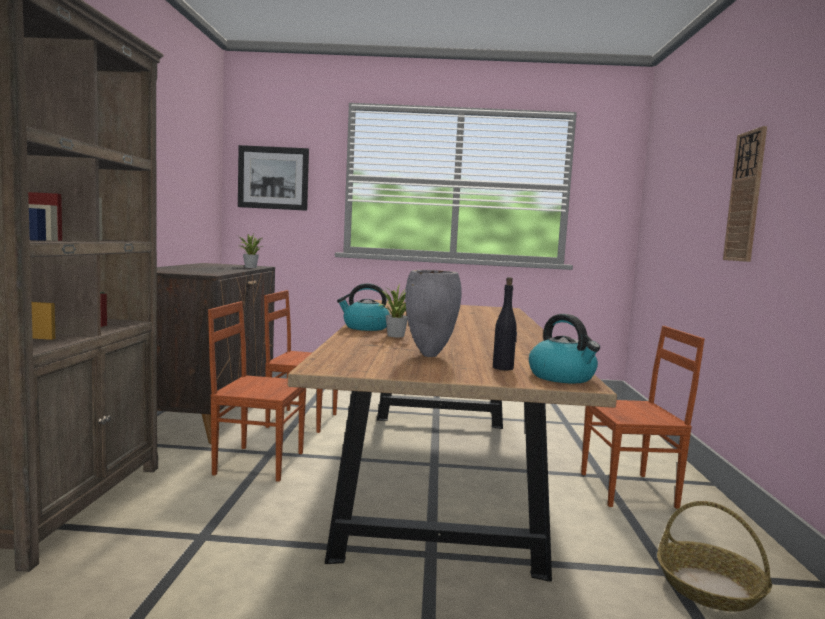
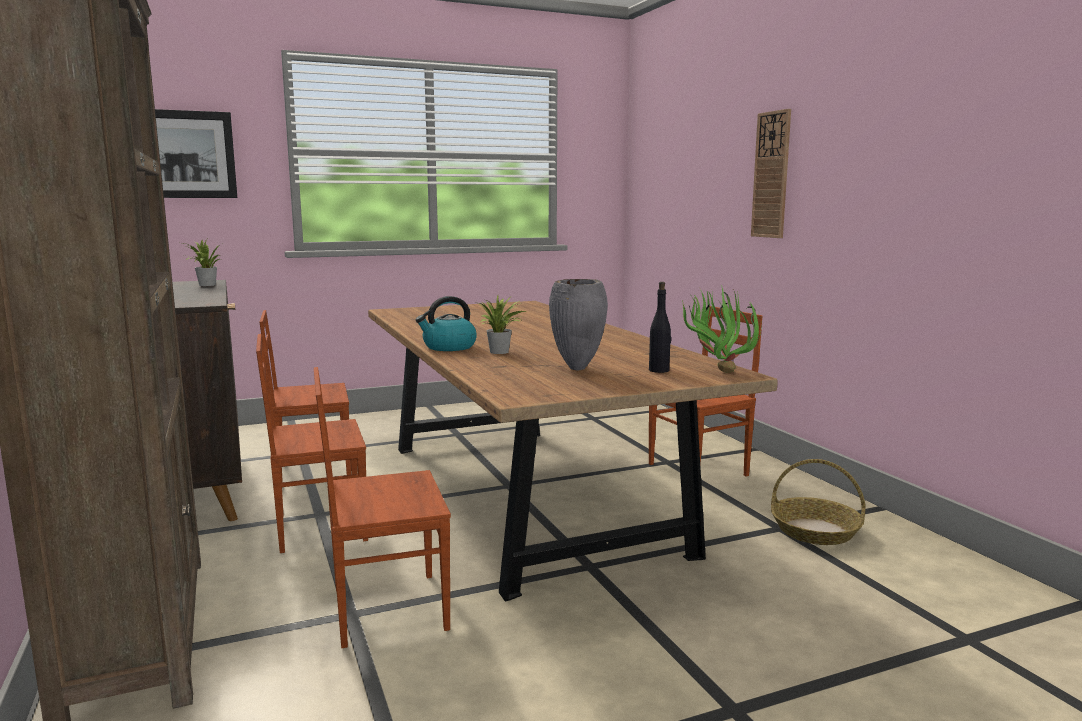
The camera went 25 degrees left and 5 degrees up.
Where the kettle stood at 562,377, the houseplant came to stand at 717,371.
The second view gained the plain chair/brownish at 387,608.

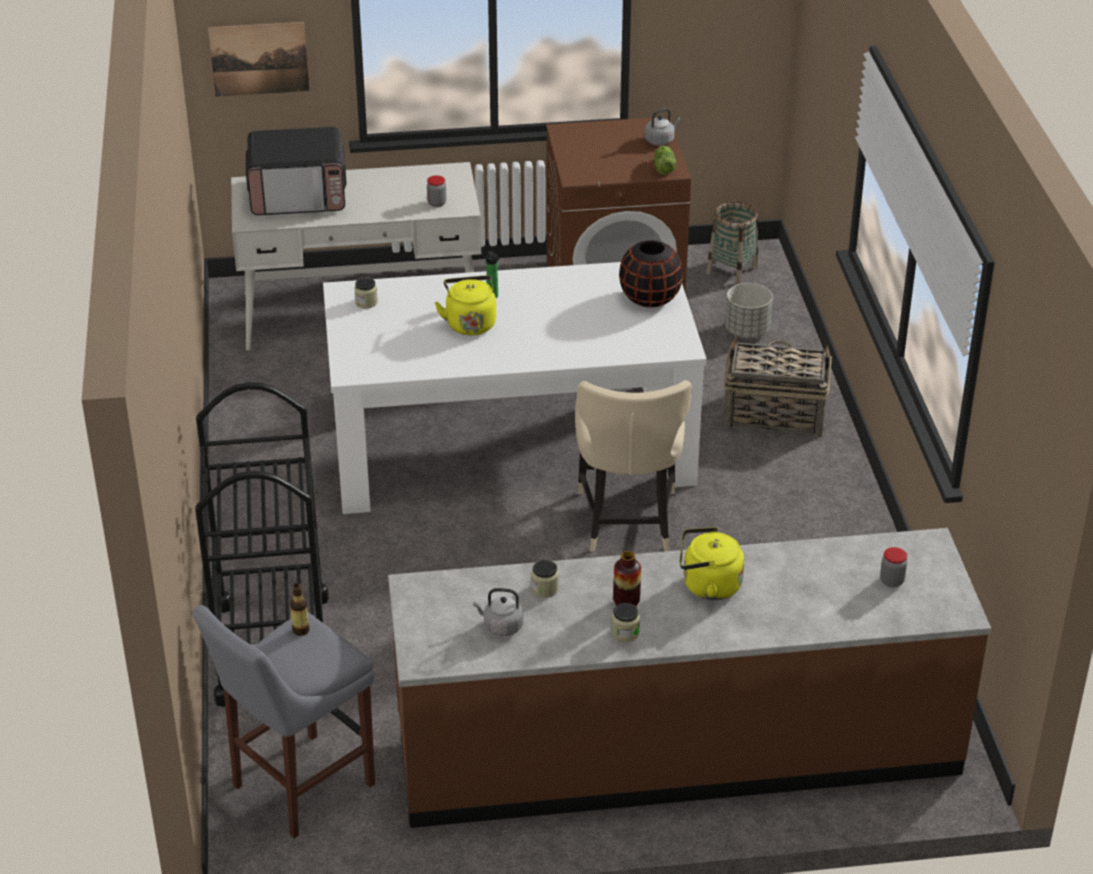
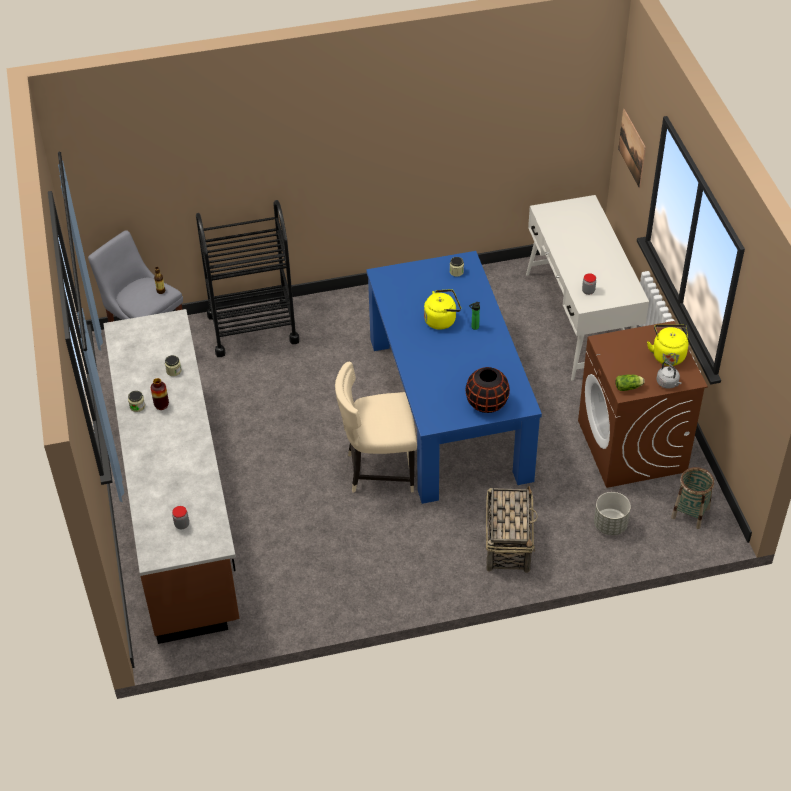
The camera went 85 degrees right and 10 degrees up.
The second view lost the microwave at 299,196.
What was the dining table/white at 511,446 turned into the dining table/blue-coloured at 448,407.
The kettle/yellow ended up elsewhere, having gone from 707,586 to 668,354.
The second view lost the kettle/greyish at 501,626.

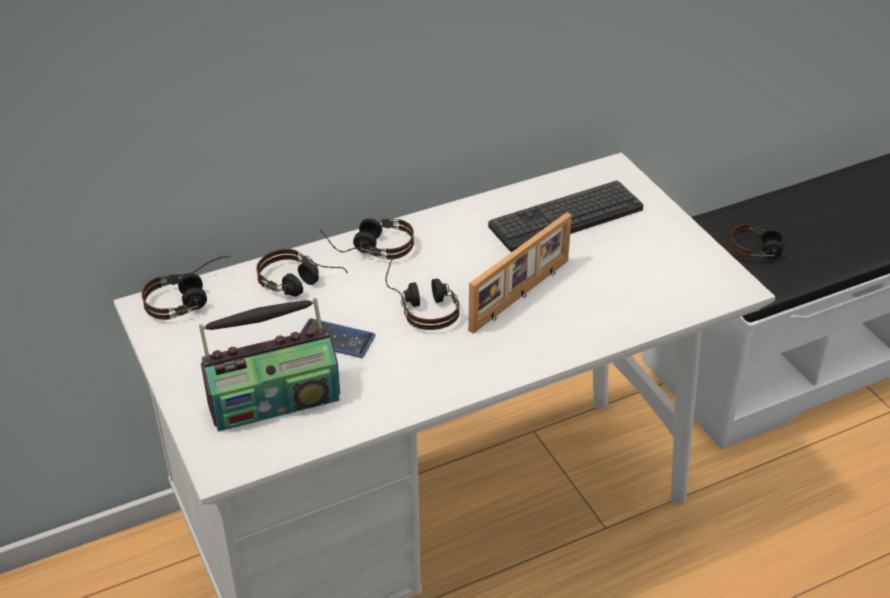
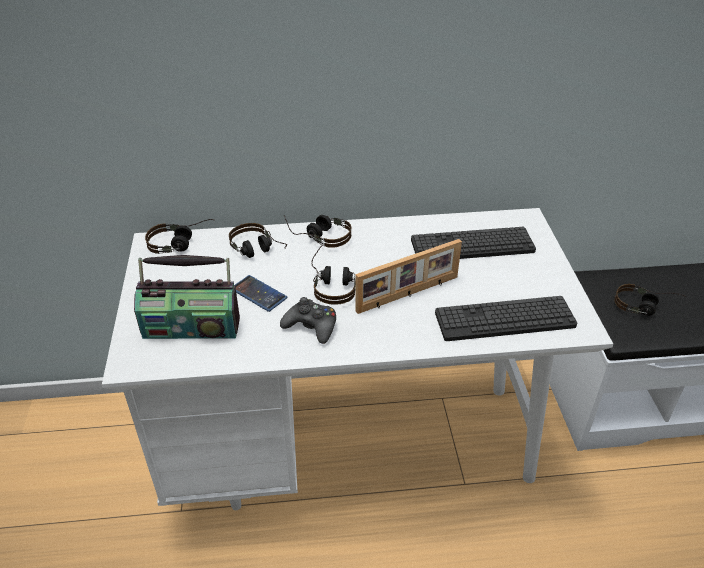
The camera went 20 degrees right and 0 degrees up.
The second view gained the keyboard at 504,319.
The second view gained the game controller/blackish at 311,326.

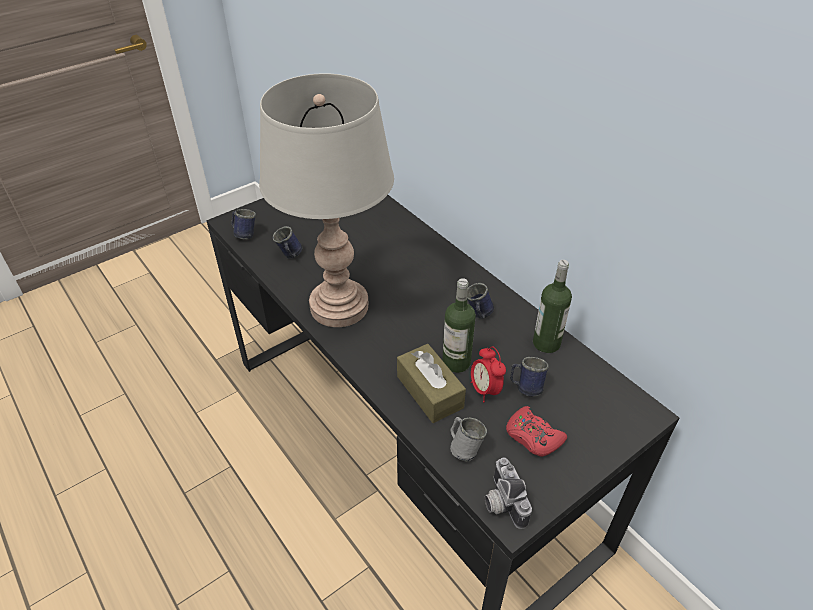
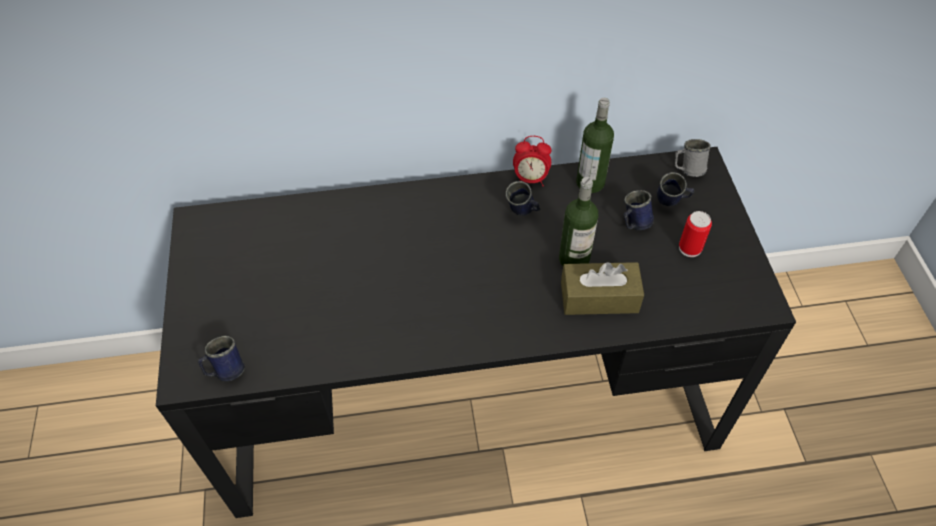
The camera went 60 degrees left and 10 degrees up.
The second view lost the tabletop lamp/greyish at 339,307.
The coffee mug/blue-coloured ended up elsewhere, having gone from 290,256 to 672,203.
The table clock ended up elsewhere, having gone from 485,390 to 530,179.
Where the game controller/red-coloured stood at 533,436, the metal can came to stand at 690,248.
The coffee mug/greyish ended up elsewhere, having gone from 464,447 to 687,170.
The second view lost the photo camera at 501,502.

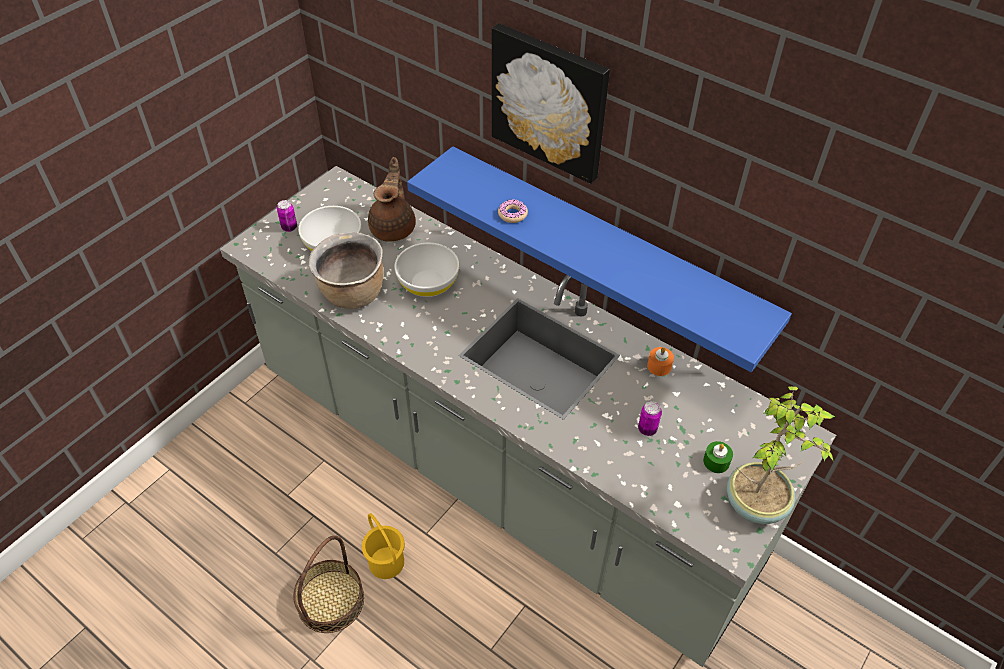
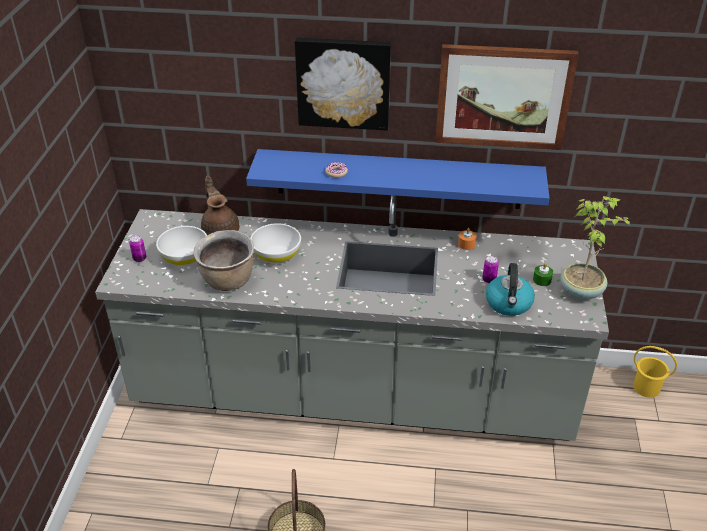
The camera went 30 degrees left and 10 degrees down.
The bucket/yellow ended up elsewhere, having gone from 387,562 to 646,387.
The second view gained the wall picture at 503,96.
The second view gained the kettle at 509,304.

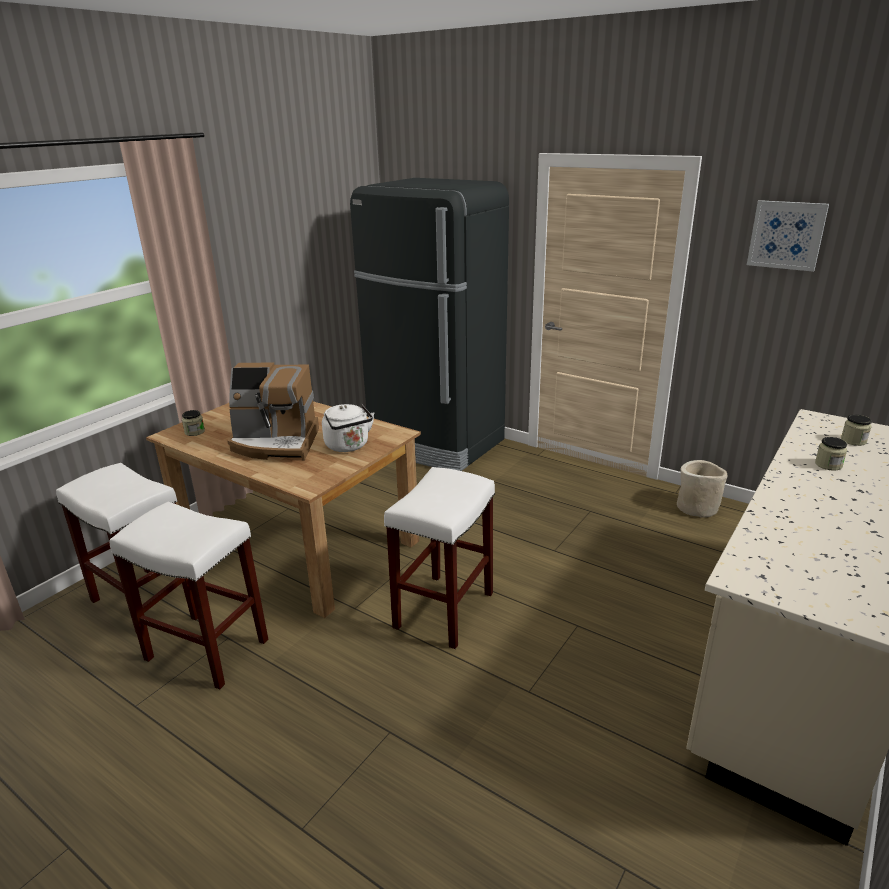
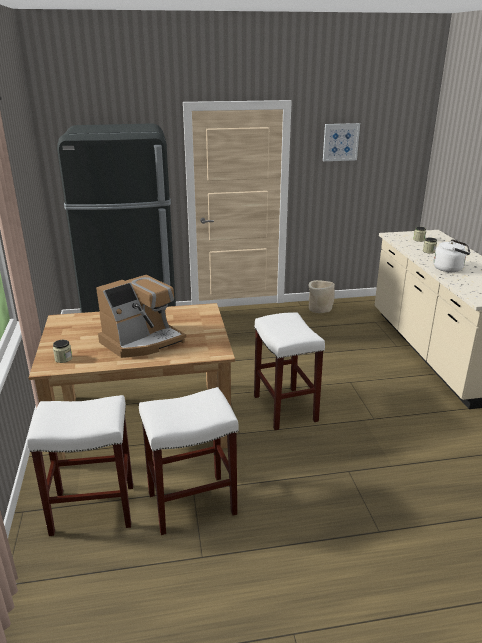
The camera went 45 degrees left and 0 degrees up.
The kettle/white ended up elsewhere, having gone from 348,446 to 450,269.

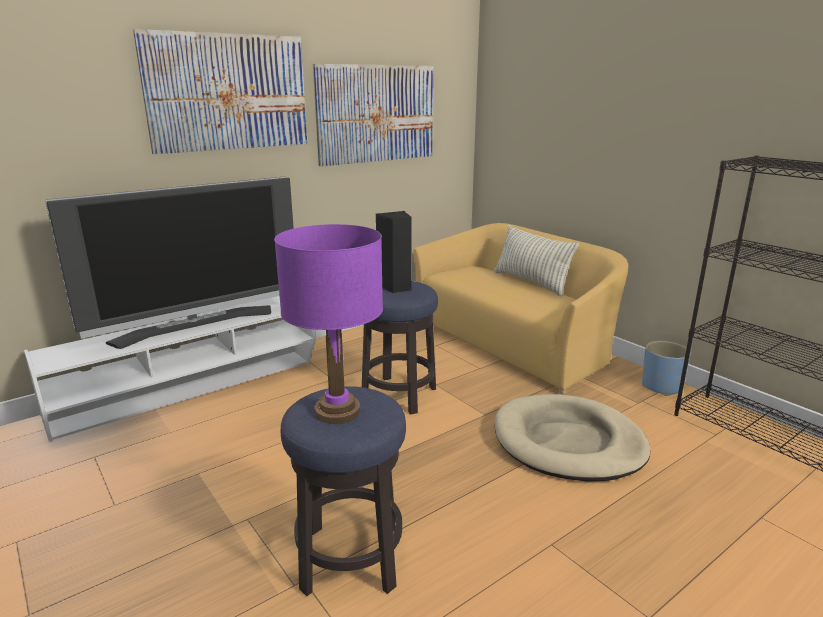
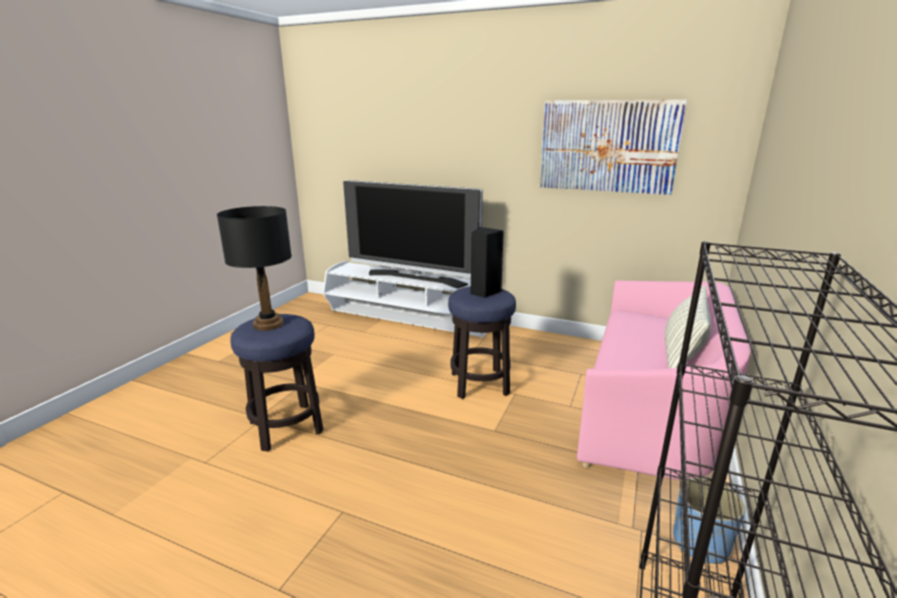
The camera went 60 degrees right and 0 degrees up.
The second view lost the wall picture at 228,92.
What was the sofa/yellow at 513,342 turned into the sofa/pink-coloured at 649,410.
What was the tabletop lamp/purple at 337,411 turned into the tabletop lamp/blackish at 268,324.
The second view lost the dog bed/beige at 568,442.

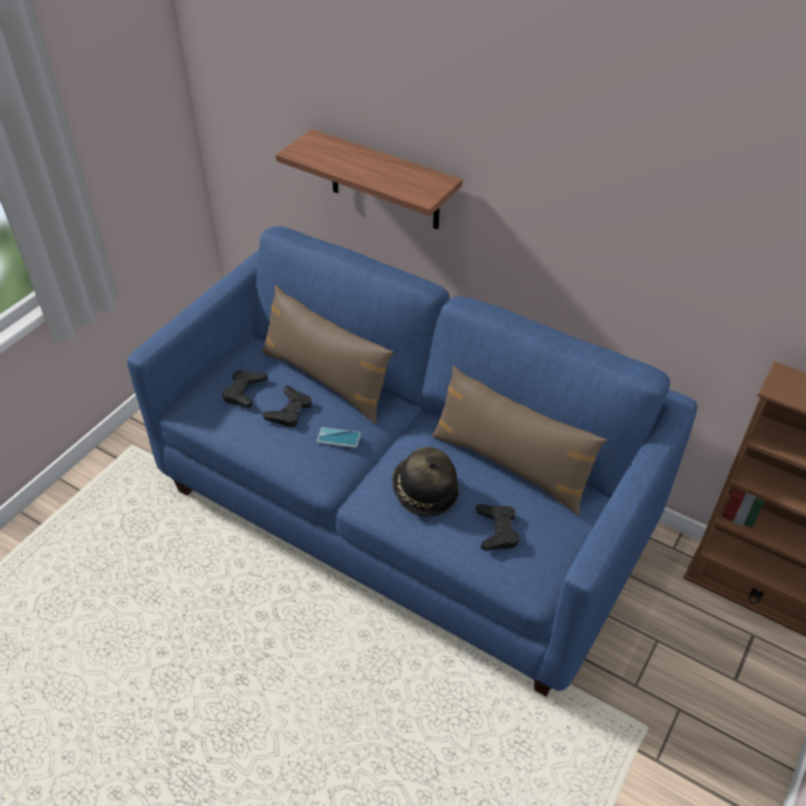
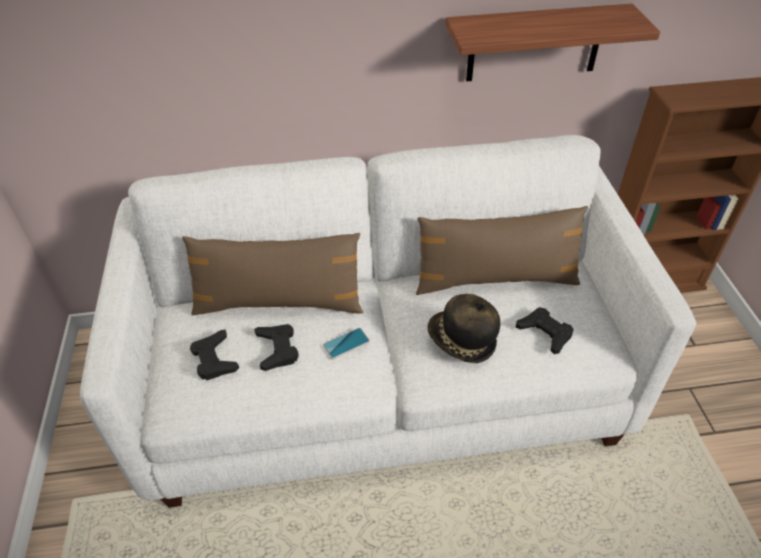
The camera went 40 degrees left and 0 degrees up.
The shelf ended up elsewhere, having gone from 384,181 to 534,43.
What was the sofa/blue-coloured at 404,510 turned into the sofa/white at 383,382.

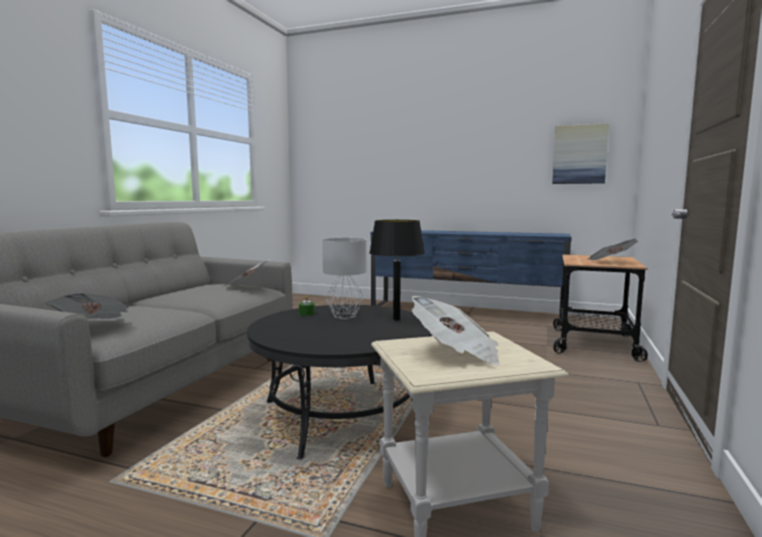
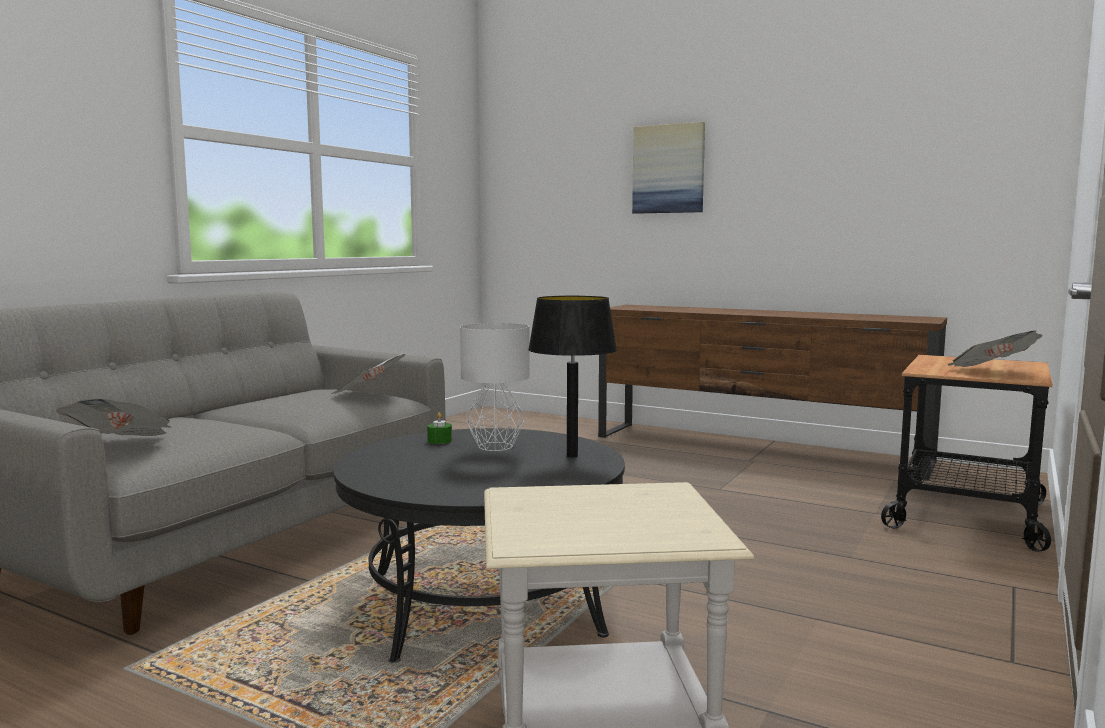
The camera went 10 degrees right and 0 degrees up.
The wall picture ended up elsewhere, having gone from 579,154 to 668,169.
What was the media console/blue-coloured at 466,312 turned into the media console/brownish at 758,449.
The second view lost the newspaper at 456,353.

